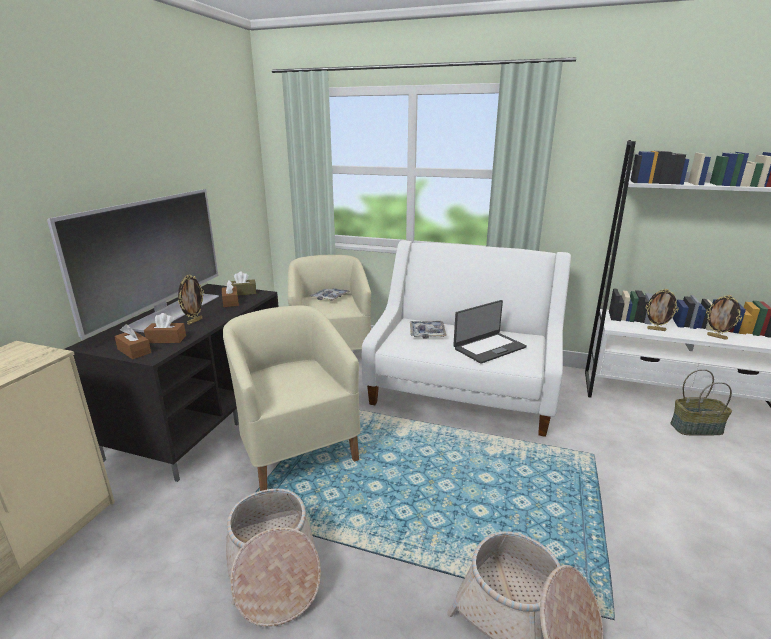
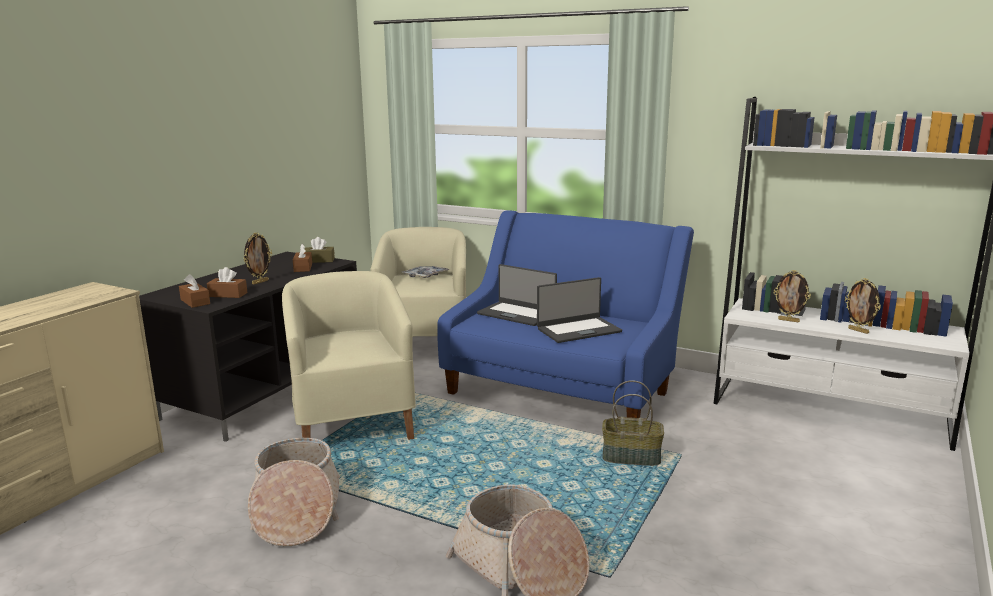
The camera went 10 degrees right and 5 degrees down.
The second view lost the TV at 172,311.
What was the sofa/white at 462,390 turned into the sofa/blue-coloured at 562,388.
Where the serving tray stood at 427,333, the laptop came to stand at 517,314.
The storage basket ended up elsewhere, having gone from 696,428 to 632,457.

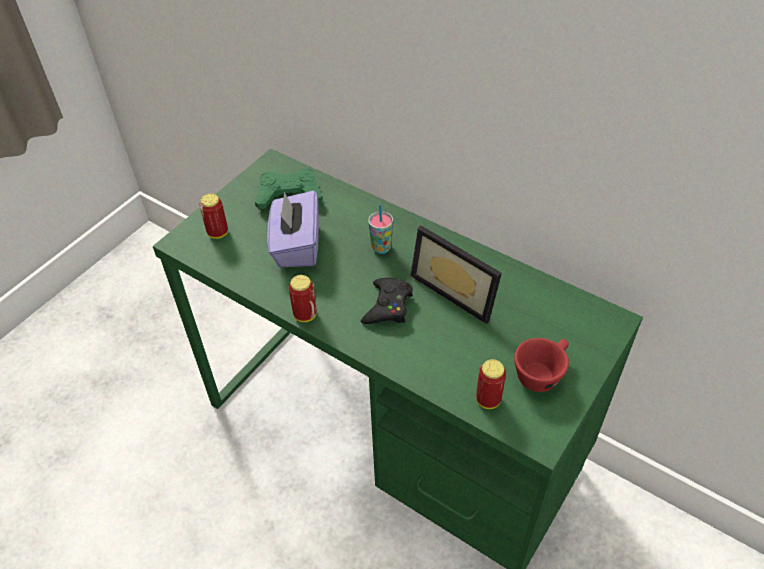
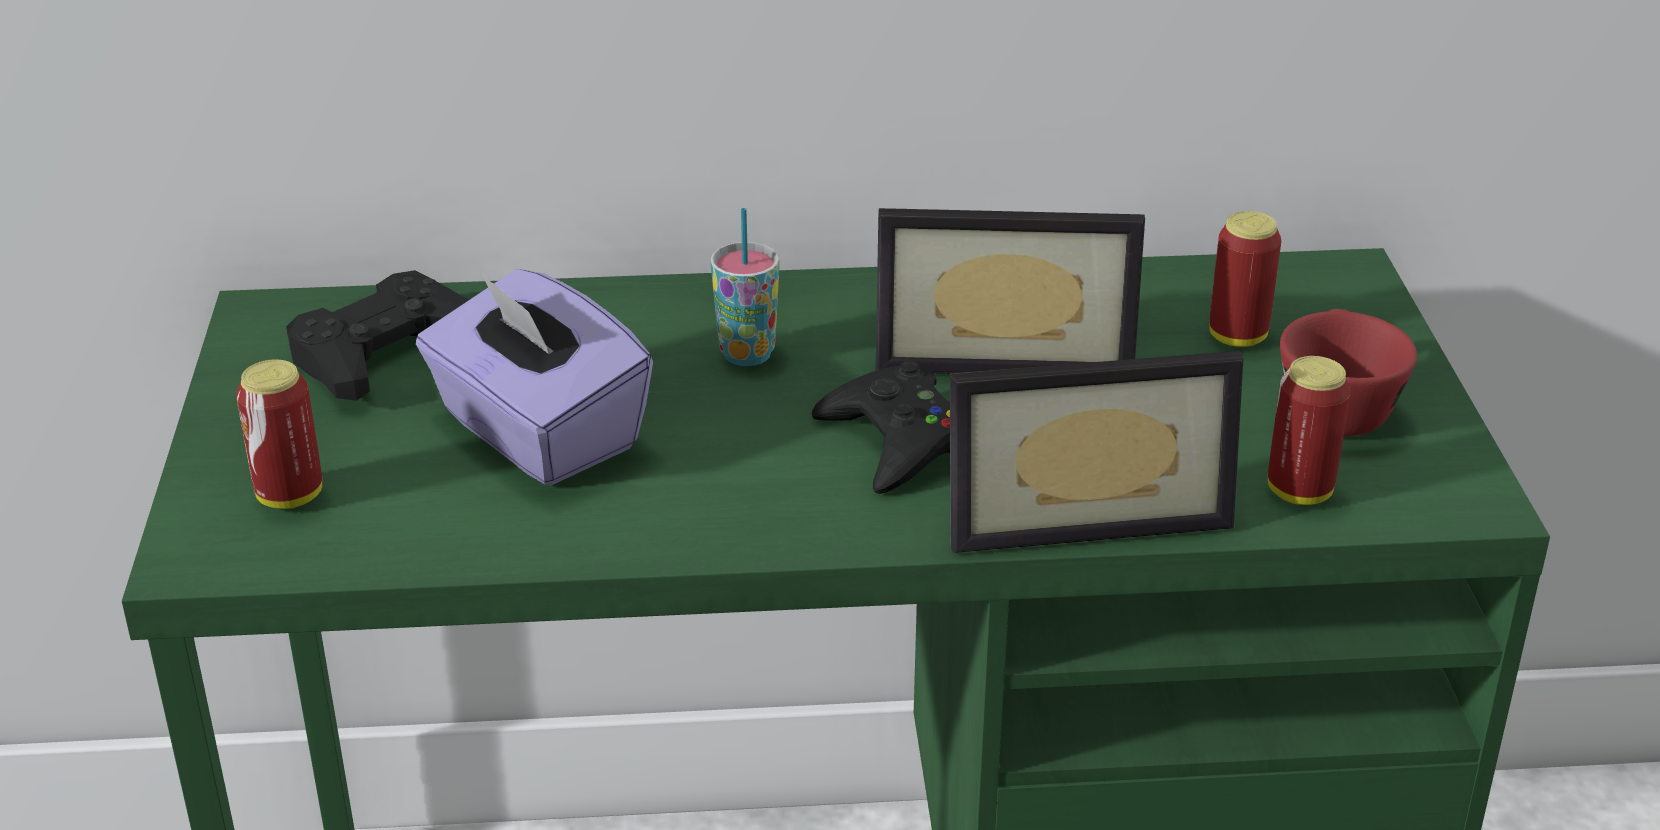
The camera went 40 degrees left and 15 degrees down.
What was the game controller/greenish at 289,194 turned into the game controller/blackish at 390,352.
The metal can ended up elsewhere, having gone from 305,315 to 1237,336.
The second view gained the picture frame at 1081,510.

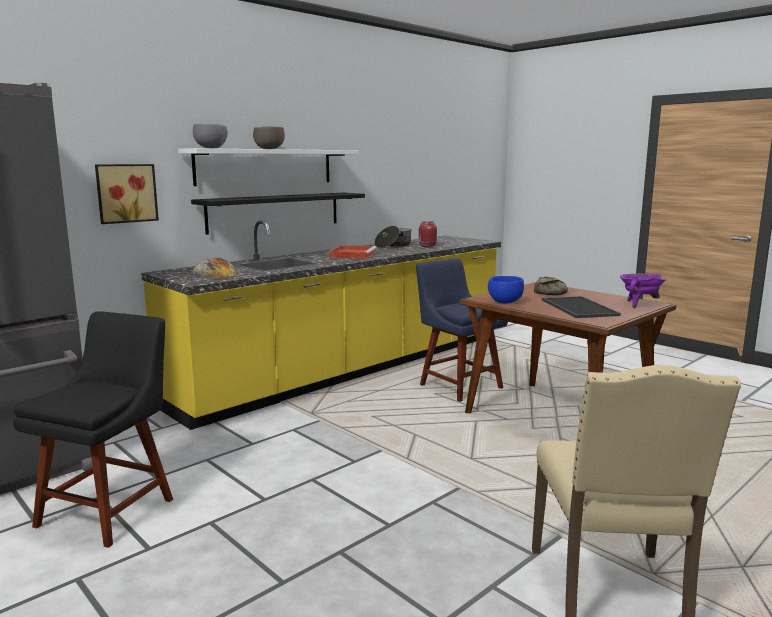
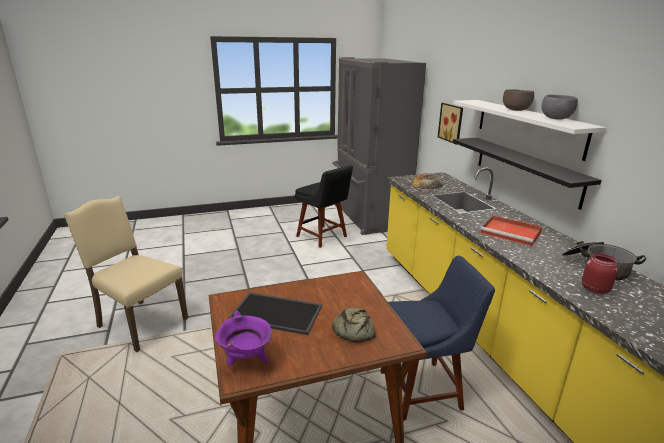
The camera went 115 degrees right and 10 degrees up.
The deep dish/greyish ended up elsewhere, having gone from 211,148 to 555,118.
The second view lost the deep dish/blue-coloured at 505,302.

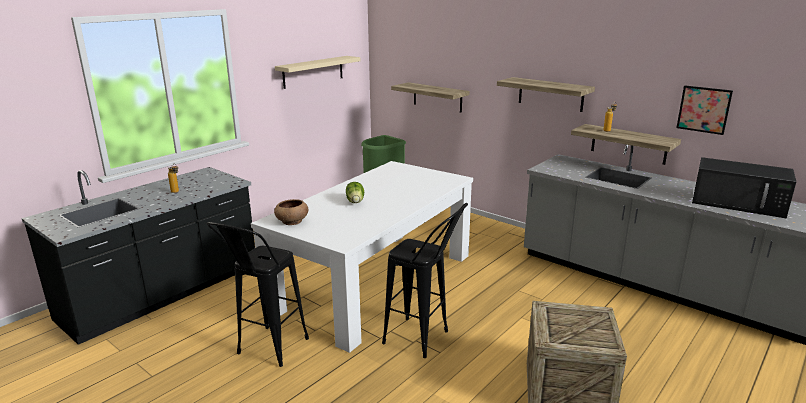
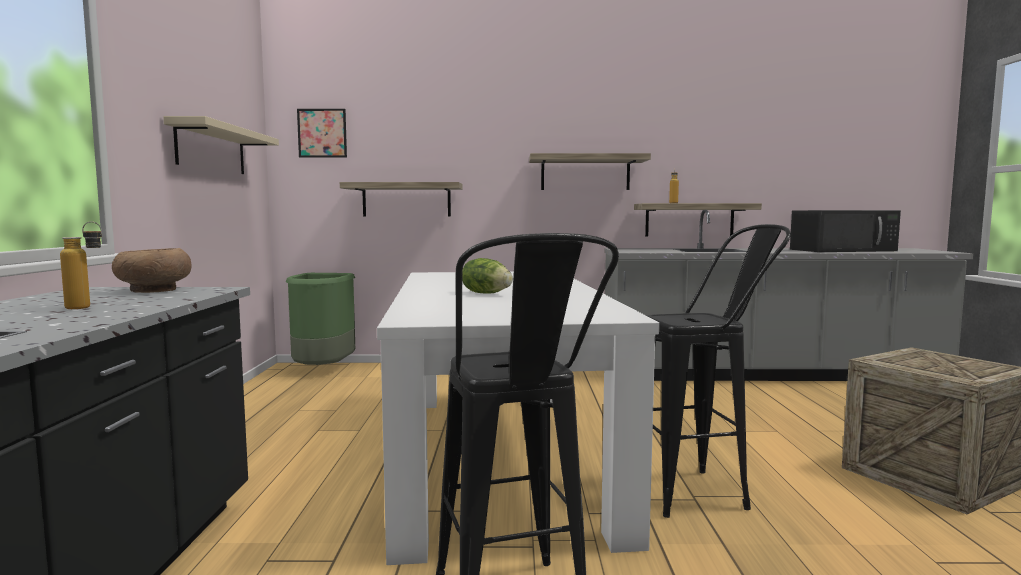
The camera went 40 degrees left and 15 degrees down.
The wall picture ended up elsewhere, having gone from 703,109 to 322,133.
The deep dish/brownish ended up elsewhere, having gone from 292,221 to 153,290.

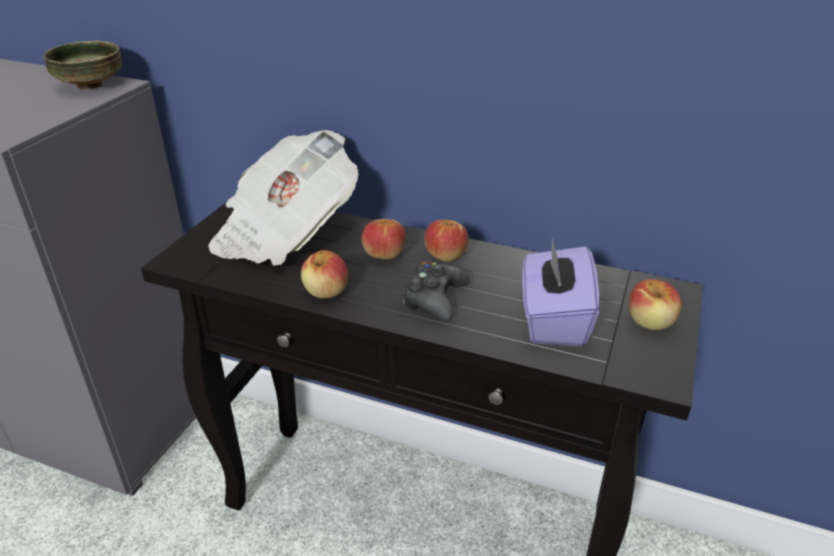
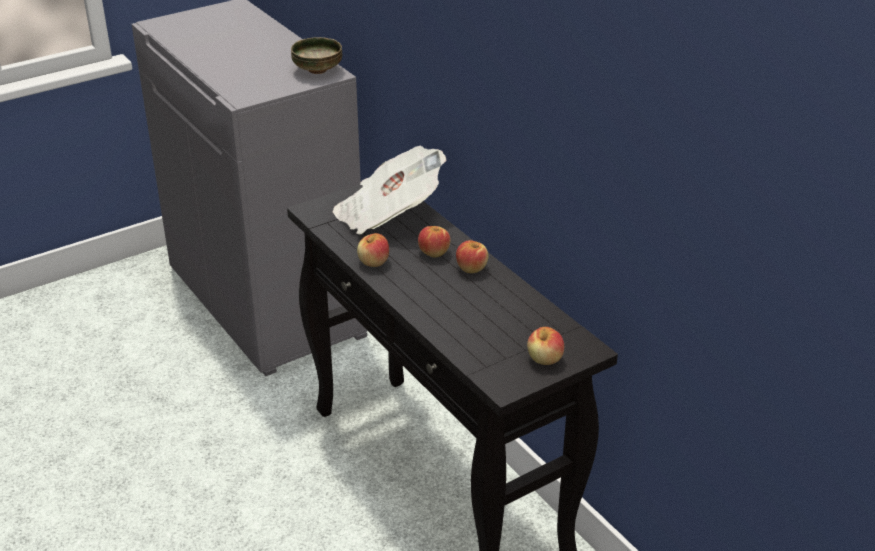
The camera went 35 degrees right and 0 degrees up.
The second view lost the tissue holder/purple at 553,319.
The second view lost the game controller/blackish at 434,298.

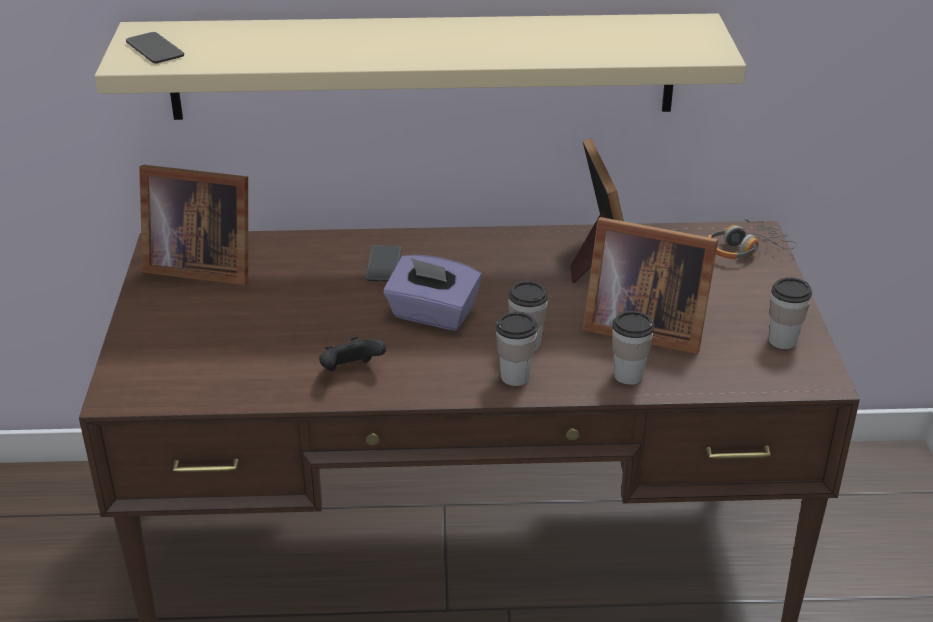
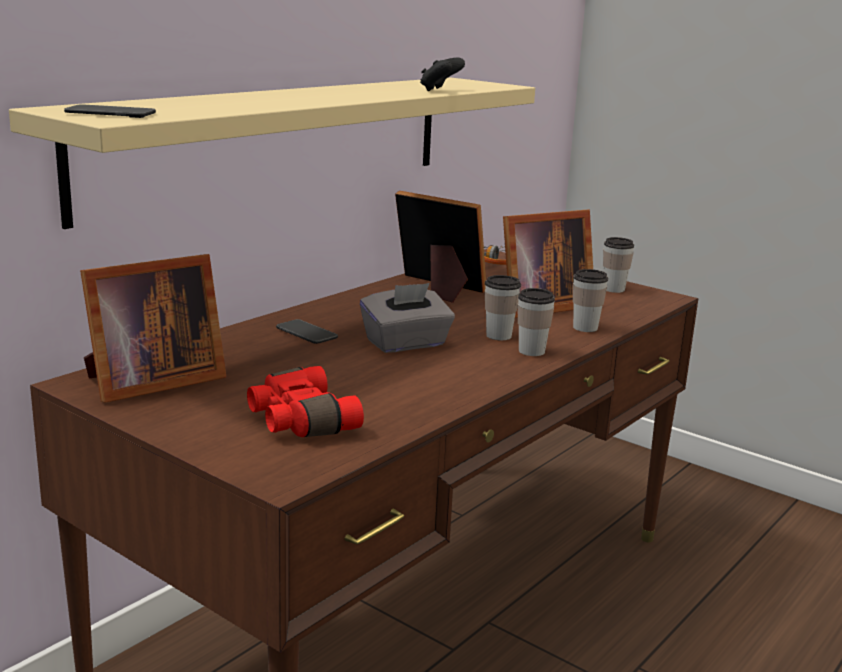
The camera went 50 degrees left and 15 degrees down.
What was the tissue holder/purple at 432,314 turned into the tissue holder/greyish at 406,344.
The game controller/blackish ended up elsewhere, having gone from 351,371 to 440,90.
The second view gained the pair of binoculars/red-coloured at 299,421.

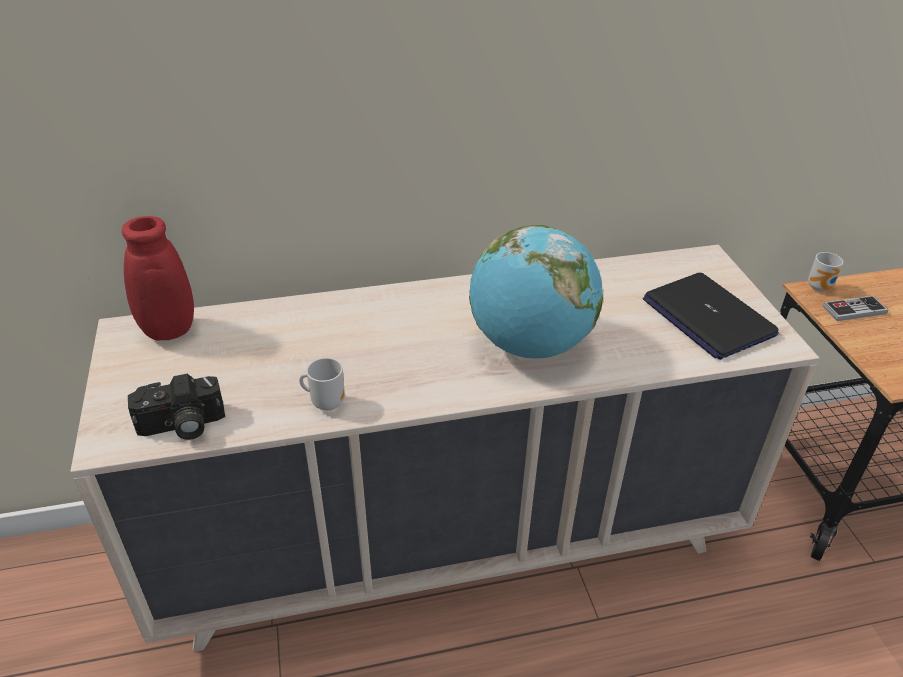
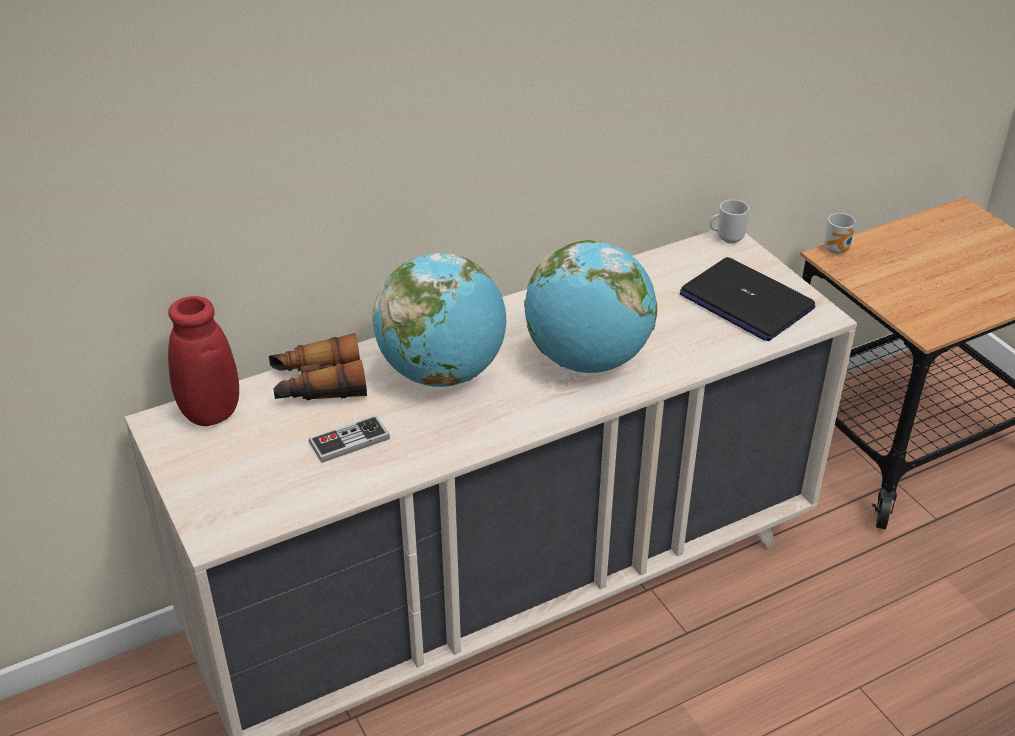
The camera went 15 degrees left and 0 degrees up.
The game controller ended up elsewhere, having gone from 854,310 to 349,441.
The coffee mug ended up elsewhere, having gone from 326,402 to 727,238.
The second view lost the photo camera at 181,426.
The second view gained the world globe at 442,372.
The second view gained the pair of binoculars at 318,384.

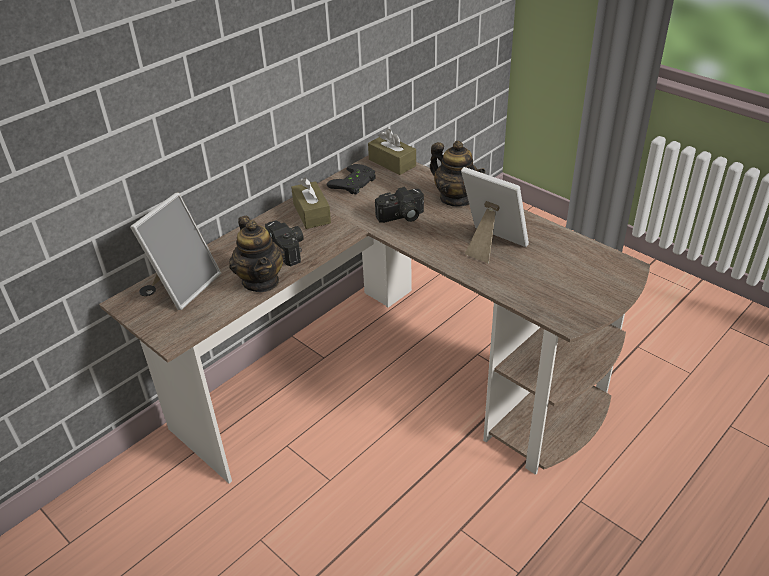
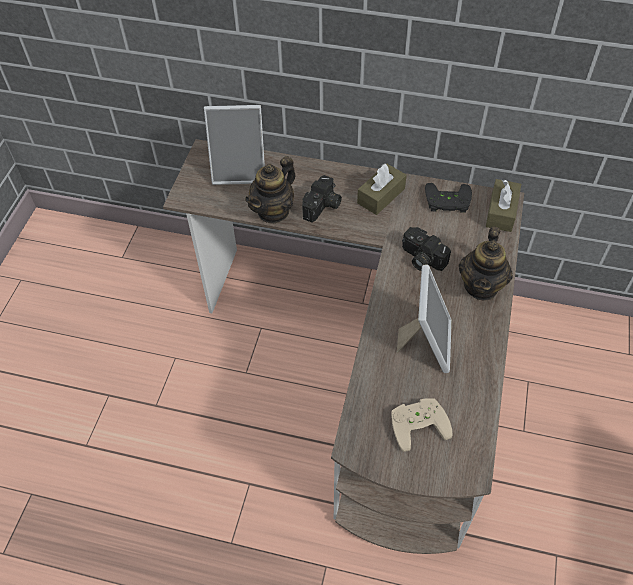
The camera went 60 degrees right and 15 degrees up.
The second view gained the game controller/beige at 418,422.

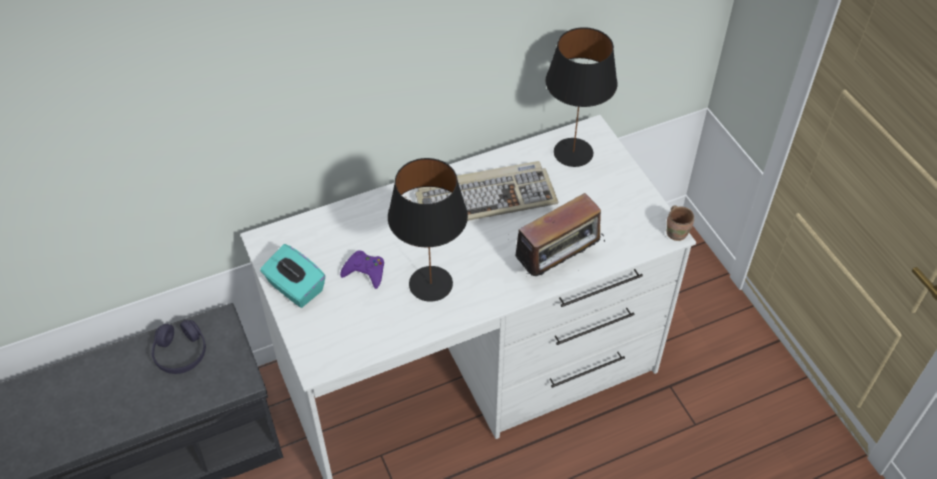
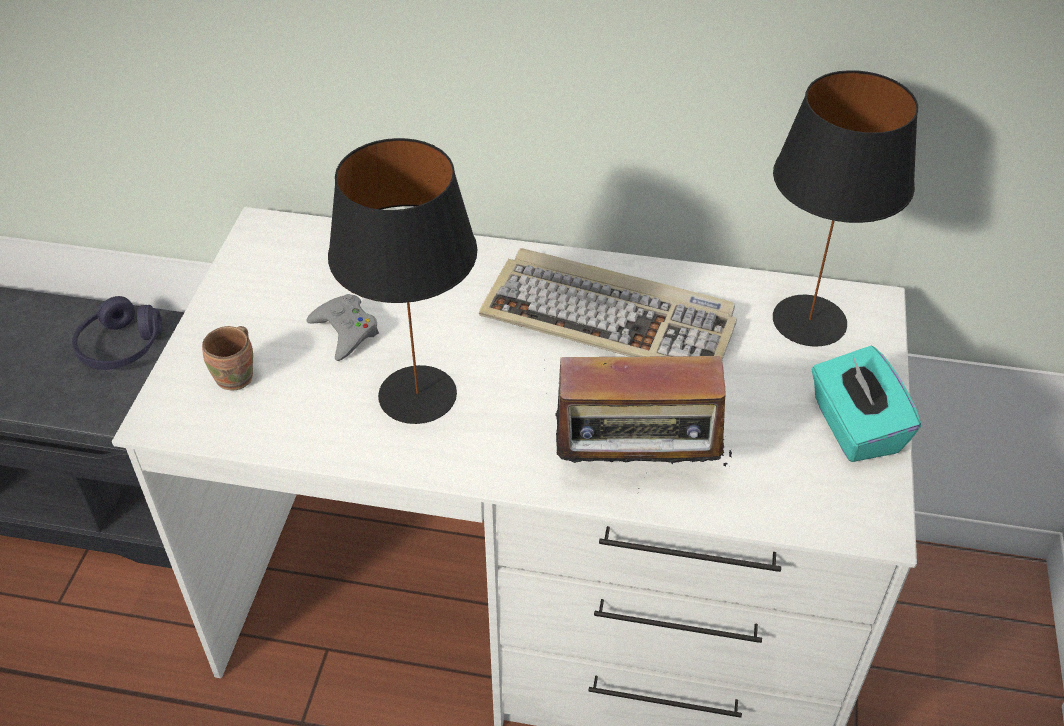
The camera went 35 degrees right and 5 degrees down.
The coffee mug/brownish ended up elsewhere, having gone from 677,232 to 238,377.
The tissue holder/turquoise ended up elsewhere, having gone from 295,288 to 854,427.
What was the game controller/purple at 365,272 turned into the game controller/greyish at 345,331.

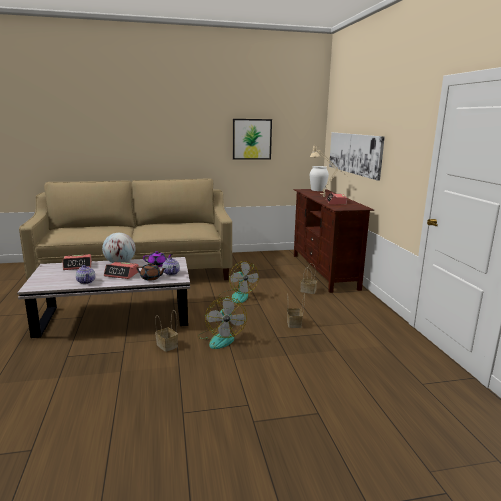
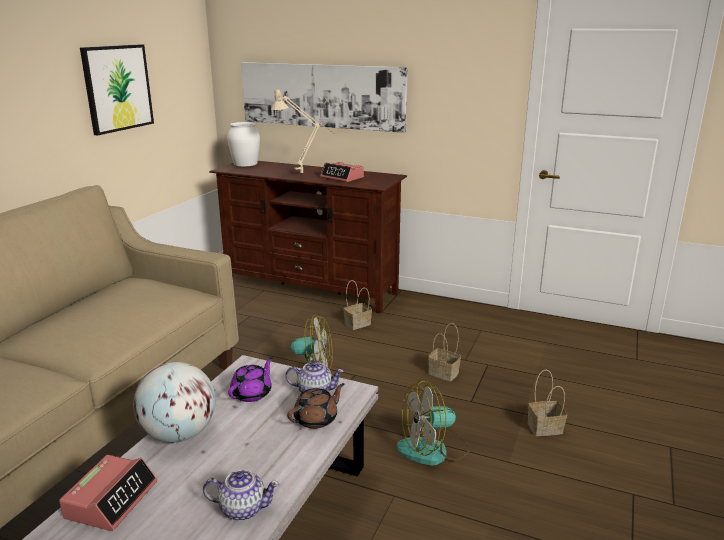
The camera went 55 degrees left and 5 degrees up.
The second view lost the table clock at 122,274.
The fan at 221,338 ended up facing another way, 135 degrees clockwise from before.
The storage basket ended up elsewhere, having gone from 167,346 to 545,427.

